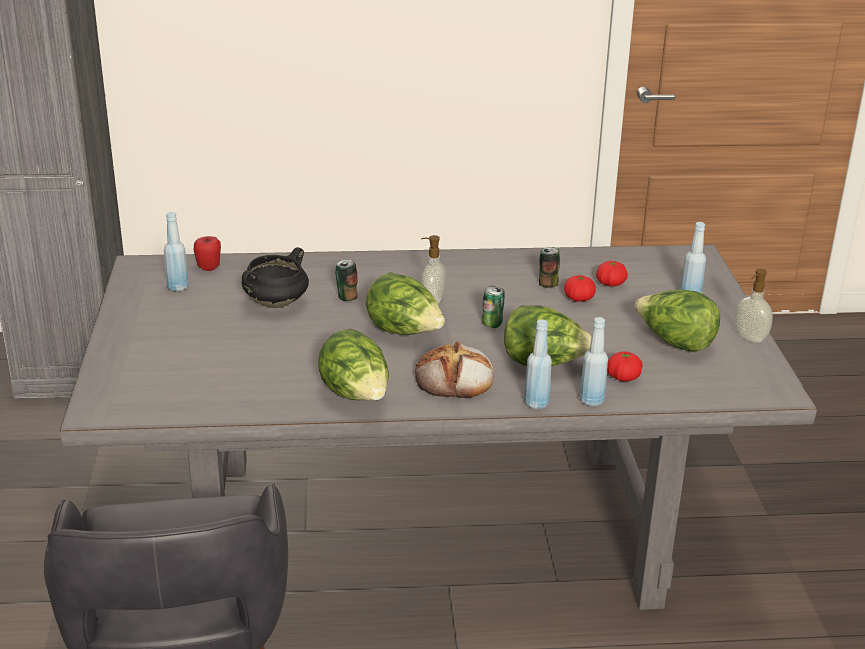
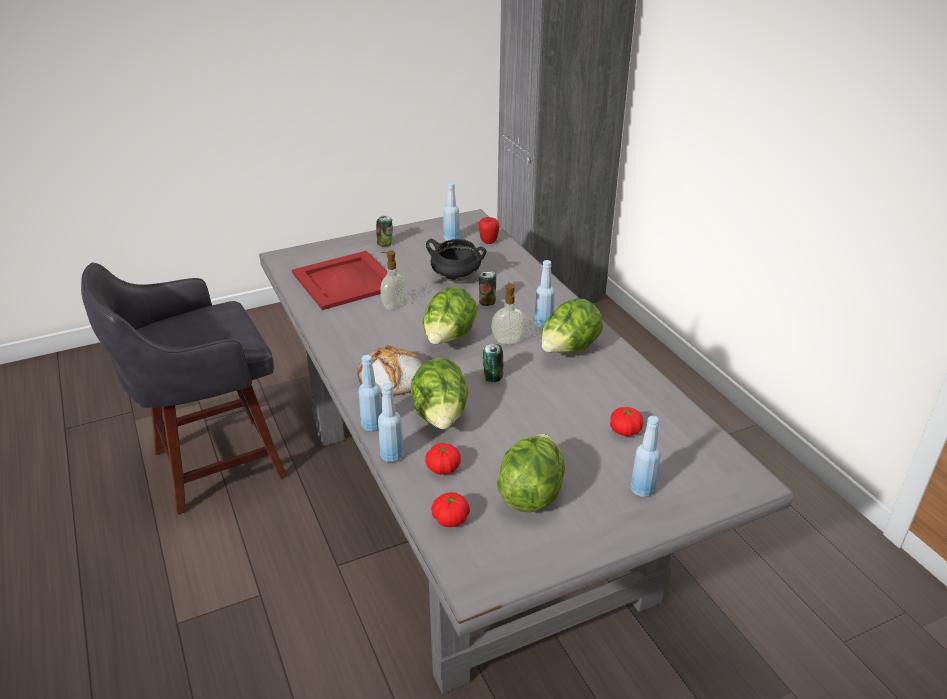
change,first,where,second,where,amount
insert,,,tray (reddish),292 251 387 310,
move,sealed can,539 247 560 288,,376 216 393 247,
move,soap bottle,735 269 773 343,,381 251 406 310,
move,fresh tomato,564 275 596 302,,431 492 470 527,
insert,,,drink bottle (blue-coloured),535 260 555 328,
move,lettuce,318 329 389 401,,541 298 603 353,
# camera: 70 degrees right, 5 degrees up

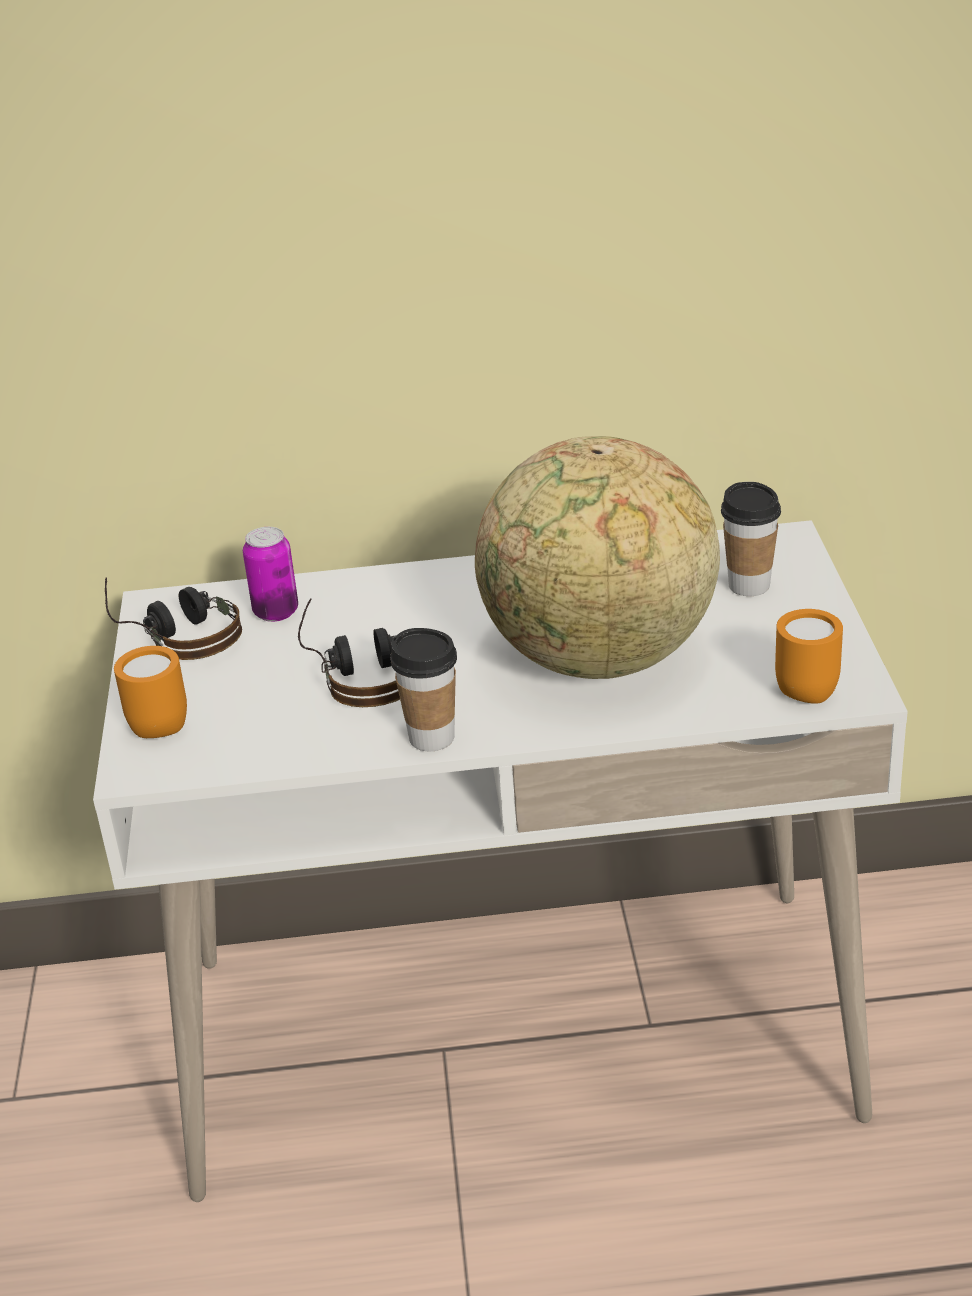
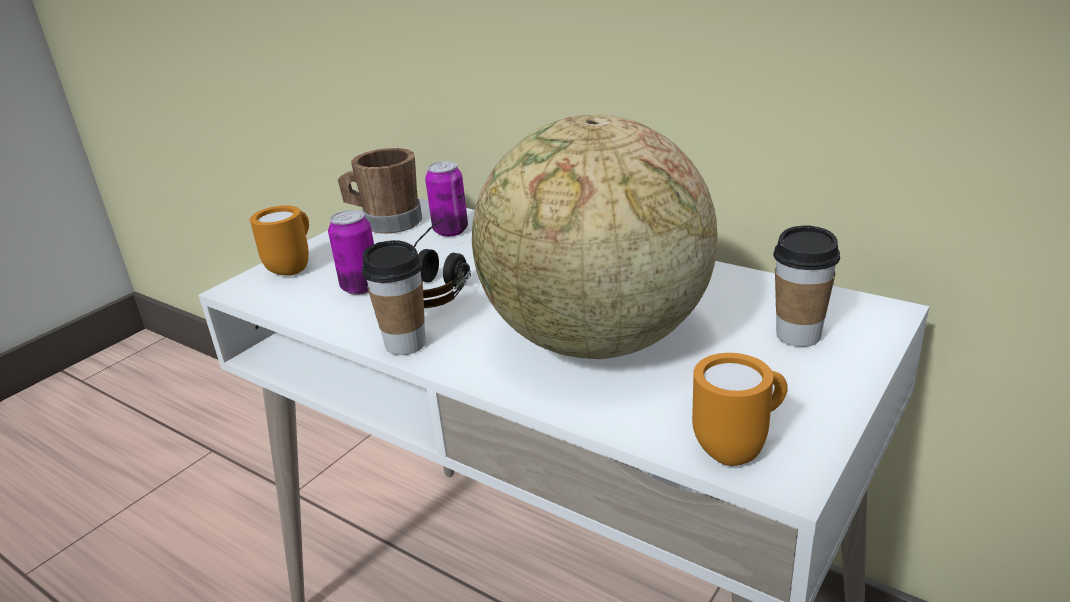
change,first,where,second,where,amount
insert,,,sealed can,328 210 374 295,
replace,pair of headphones,105 578 242 660,mug (brownish),338 148 422 234,
# camera: 40 degrees right, 5 degrees down

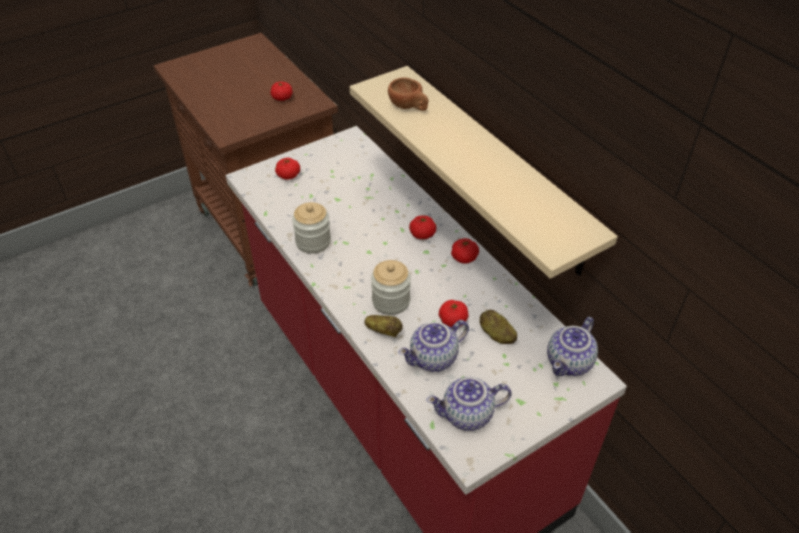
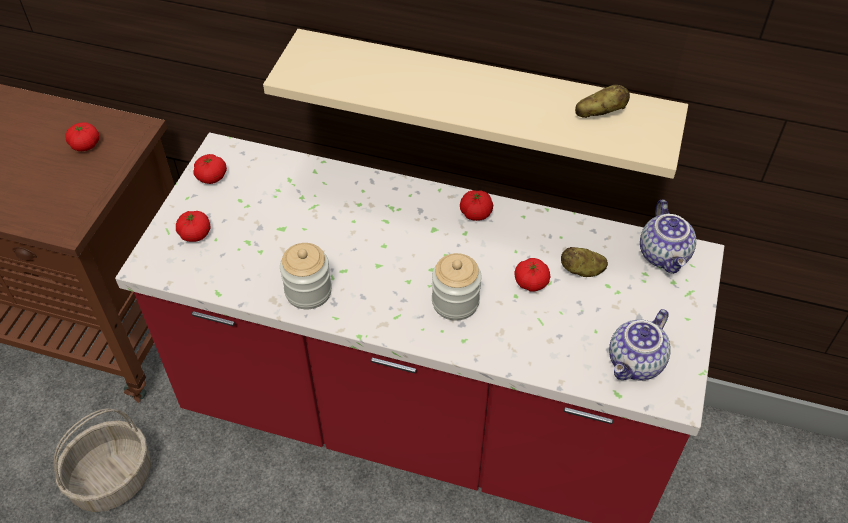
change,first,where,second,where,amount
insert,,,storage basket,54 408 151 512,
move,fresh tomato,409 215 436 239,,193 154 227 184,
move,potato,365 315 403 337,,575 85 630 118,
delete,drinking cup (brownish),388 78 428 111,,,
delete,tea pot,398 320 469 372,,,
# camera: 40 degrees left, 5 degrees up

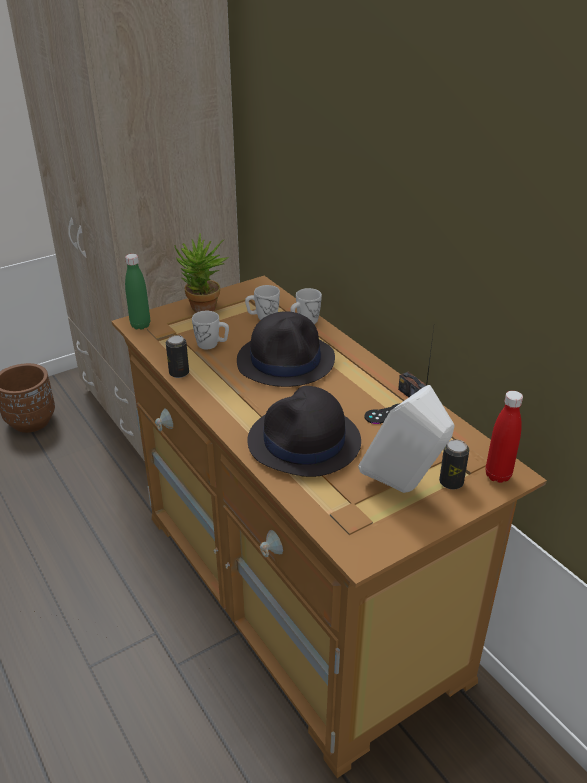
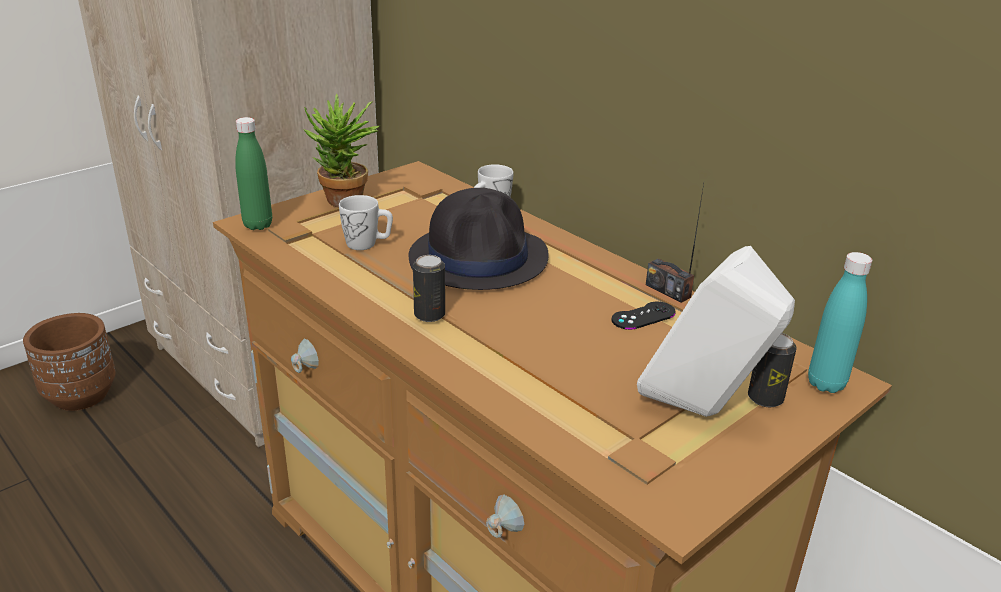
change,first,where,second,where,amount
move,sealed can,166 335 189 378,,413 255 445 322,
recolor,drink bottle (reddish),485 391 523 483,drink bottle (turquoise),808 252 872 393,
delete,mug (white-coloured),245 285 280 320,,,
delete,hat (black-coloured),247 386 361 477,,,
# camera: 10 degrees left, 5 degrees down

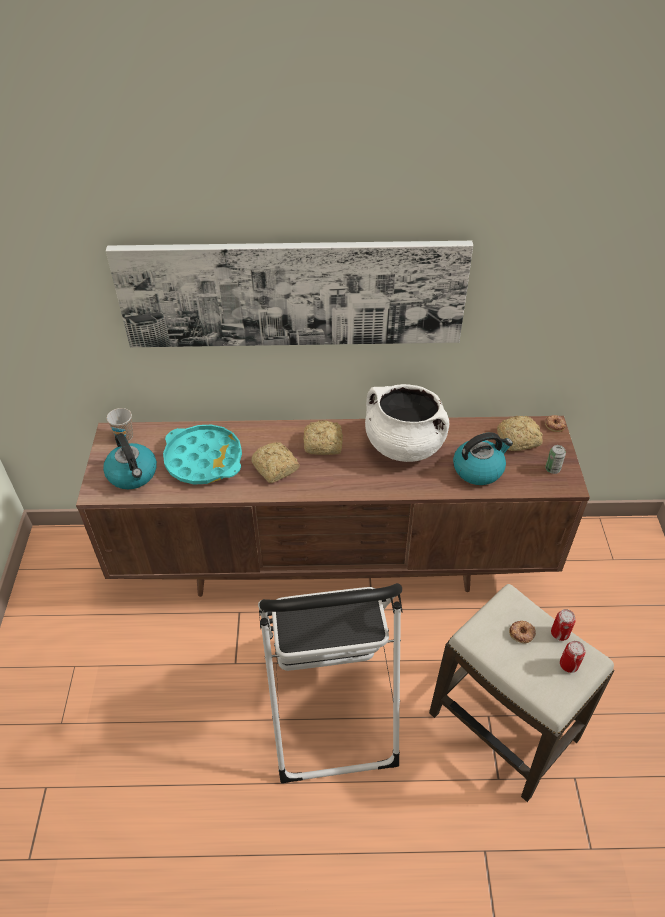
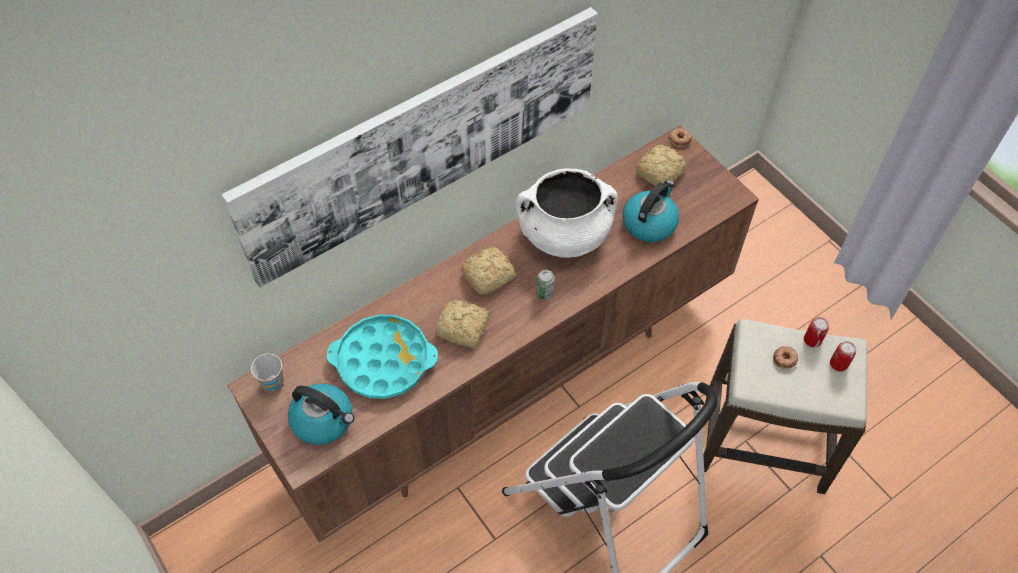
change,first,where,second,where,amount
move,sealed can,545 445 566 474,,536 270 555 300,
# camera: 35 degrees left, 10 degrees up

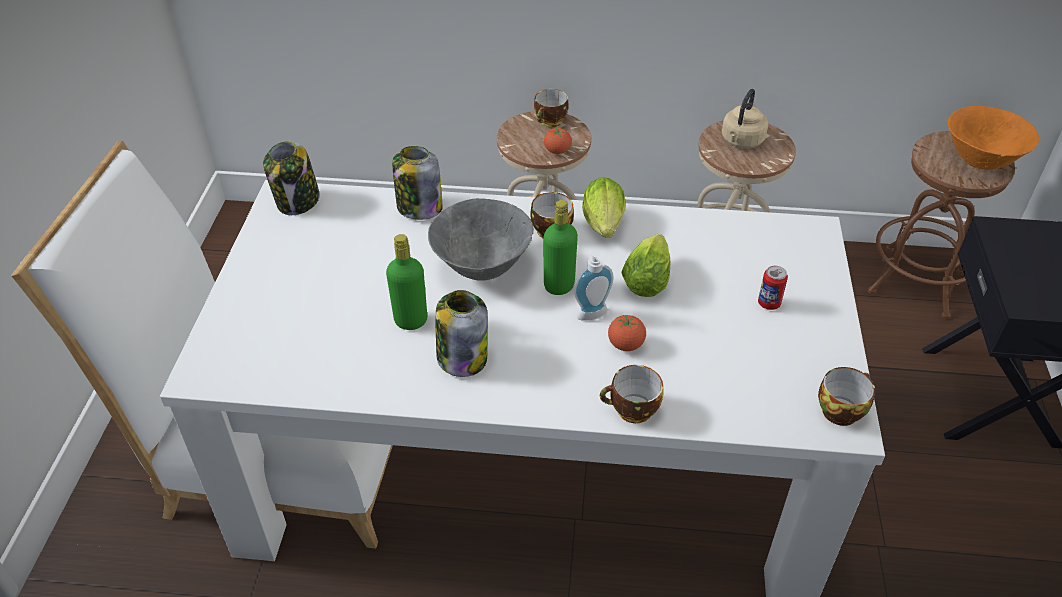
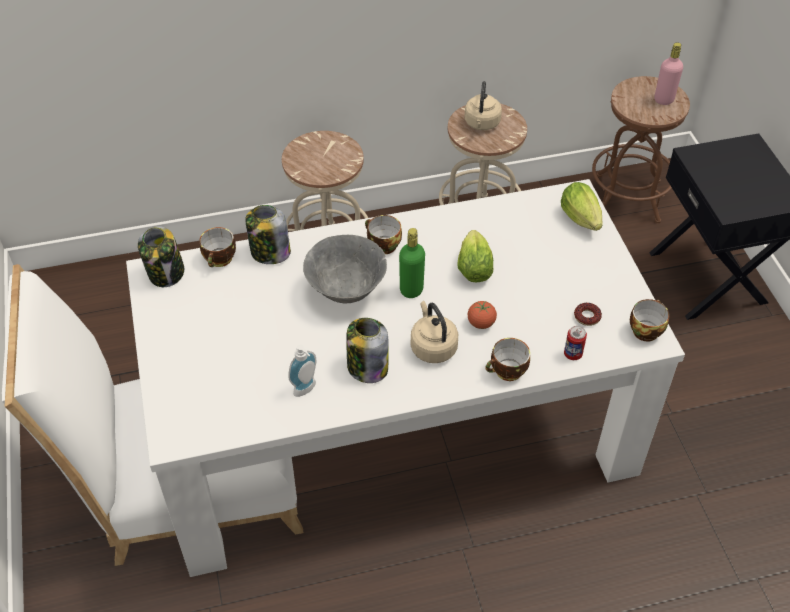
change,first,where,second,where,amount
move,drinking cup,534 89 569 127,,199 227 236 267,
move,soap bottle,574 252 614 321,,288 344 316 397,
insert,,,water kettle (sand-coloured),411 301 458 363,
move,lettuce,582 177 626 238,,561 182 602 231,
move,sealed can,758 266 788 310,,564 326 587 360,
insert,,,ring doughnut,574 303 602 326,
replace,serving bowl (orange-coloured),948 106 1039 170,drink bottle (pink-coloured),654 43 683 105,
delete,drink bottle (green),386 234 427 330,,,
delete,fresh tomato,544 128 572 154,,,
# camera: 20 degrees left, 5 degrees up

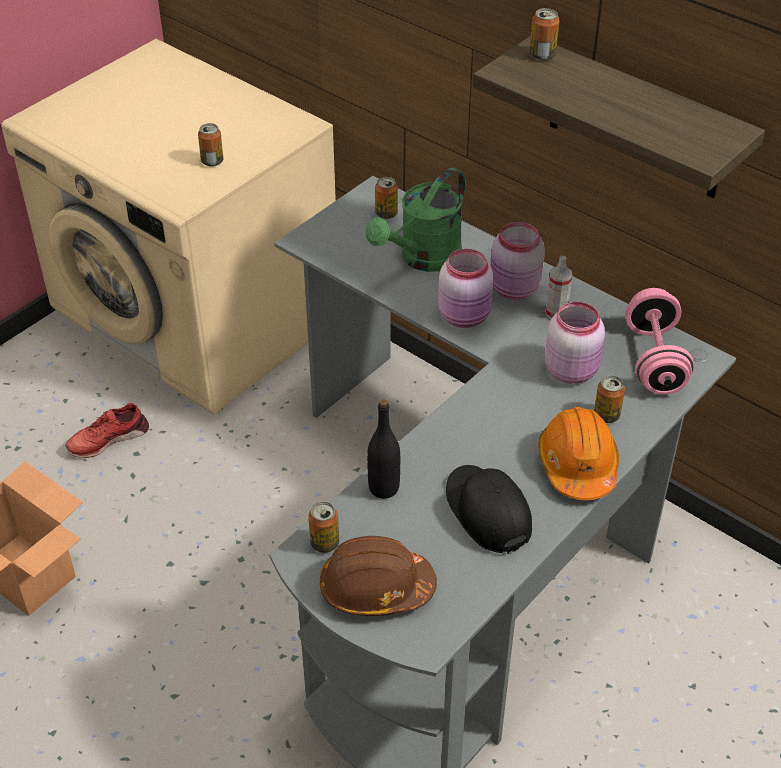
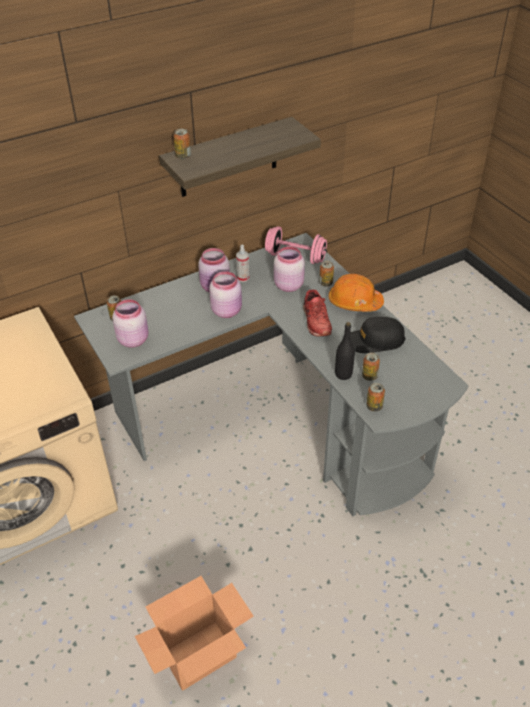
change,first,where,second,where,amount
insert,,,preserve jar (pink-coloured),112 299 149 347,
move,item of footwear (reddish),65 403 149 458,,303 289 332 336,
move,sealed can,198 123 223 166,,362 352 380 381,
delete,work helmet (brownish),320 536 437 616,,,
delete,sprinkling can (green),366 168 465 272,,,
# camera: 70 degrees left, 0 degrees up

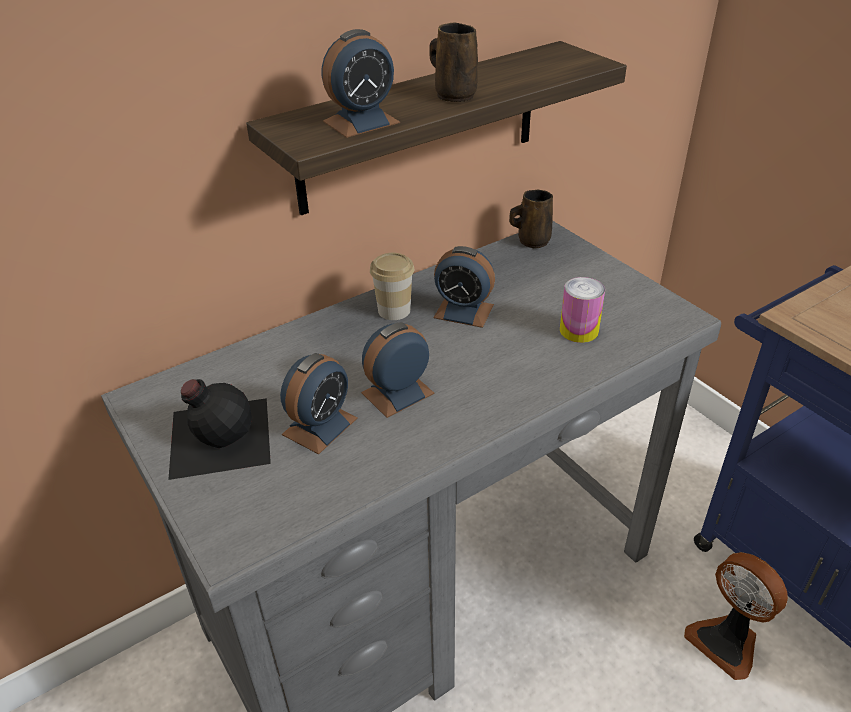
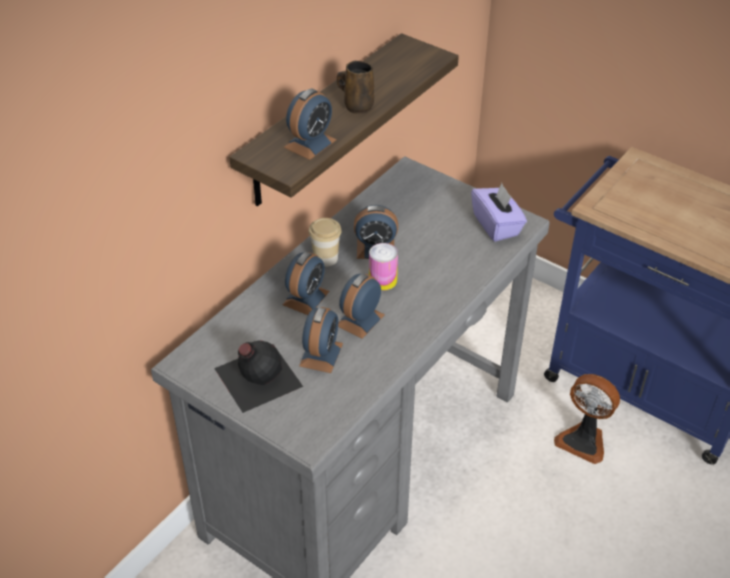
change,first,where,second,where,amount
insert,,,table clock,282 252 329 315,
move,sealed can,560 277 605 343,,369 243 398 290,
insert,,,tissue box (purplish),471 183 527 242,
delete,mug (brownish),509 190 553 249,,,
# camera: 20 degrees left, 5 degrees up

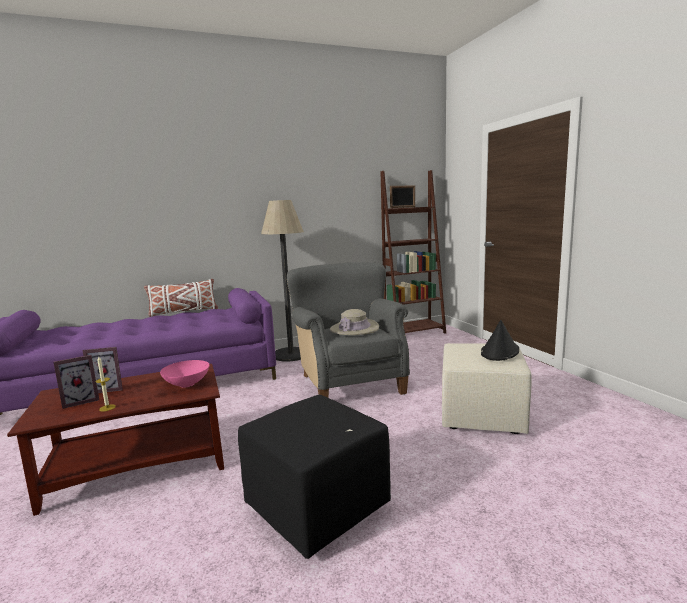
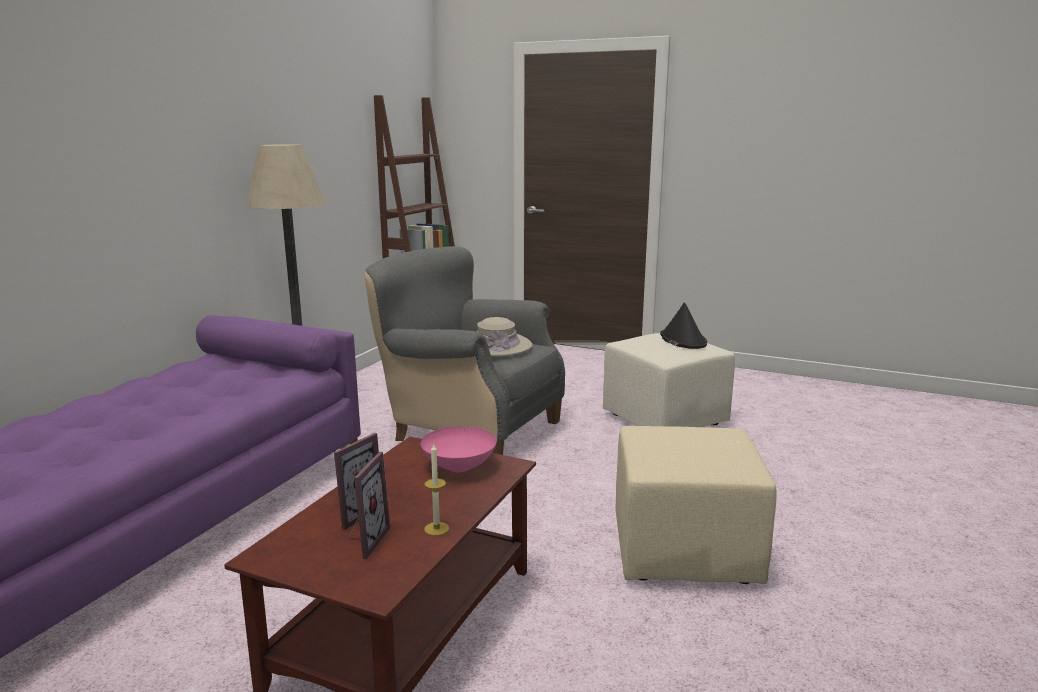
change,first,where,second,where,amount
recolor,pouffe (black-coloured),238 395 391 559,pouffe (sand-coloured),615 426 777 584,
delete,throw pillow (white-coloured),144 279 218 317,,,
delete,picture frame,390 185 415 208,,,
# camera: 45 degrees left, 5 degrees up

